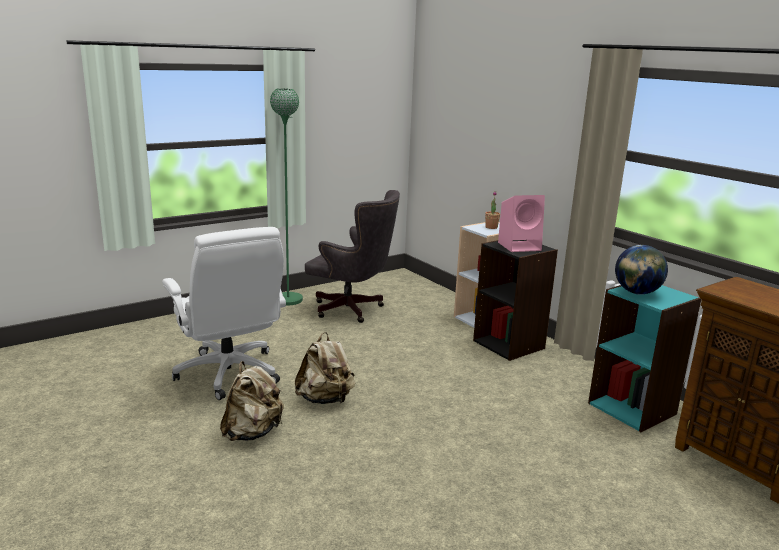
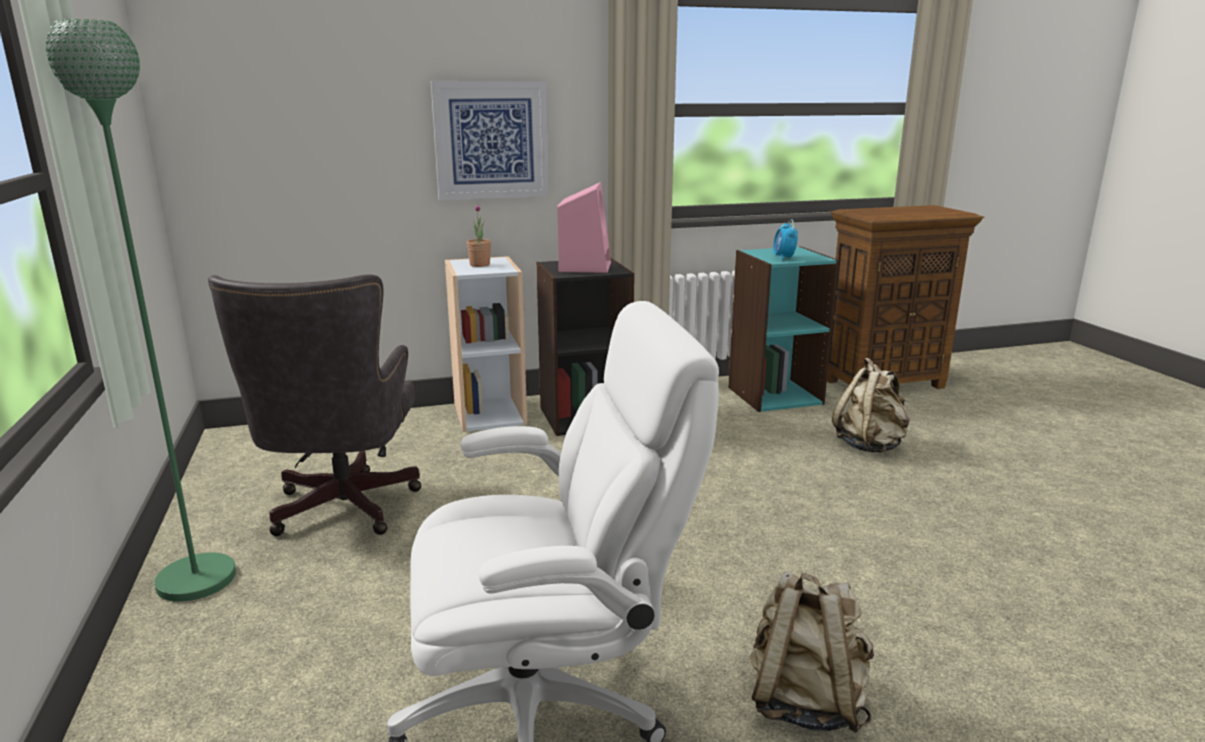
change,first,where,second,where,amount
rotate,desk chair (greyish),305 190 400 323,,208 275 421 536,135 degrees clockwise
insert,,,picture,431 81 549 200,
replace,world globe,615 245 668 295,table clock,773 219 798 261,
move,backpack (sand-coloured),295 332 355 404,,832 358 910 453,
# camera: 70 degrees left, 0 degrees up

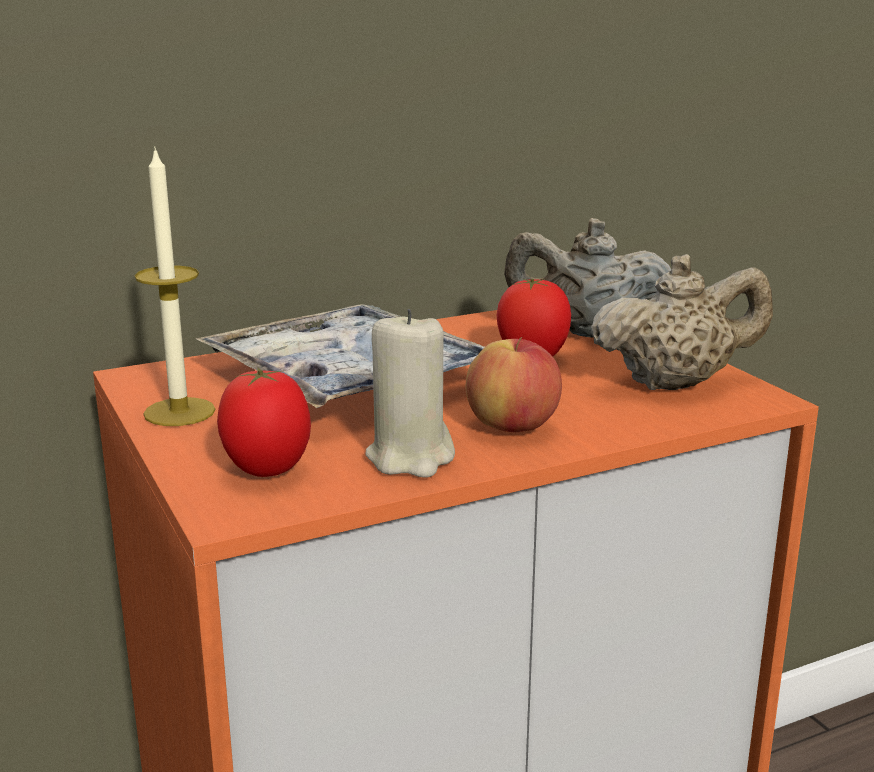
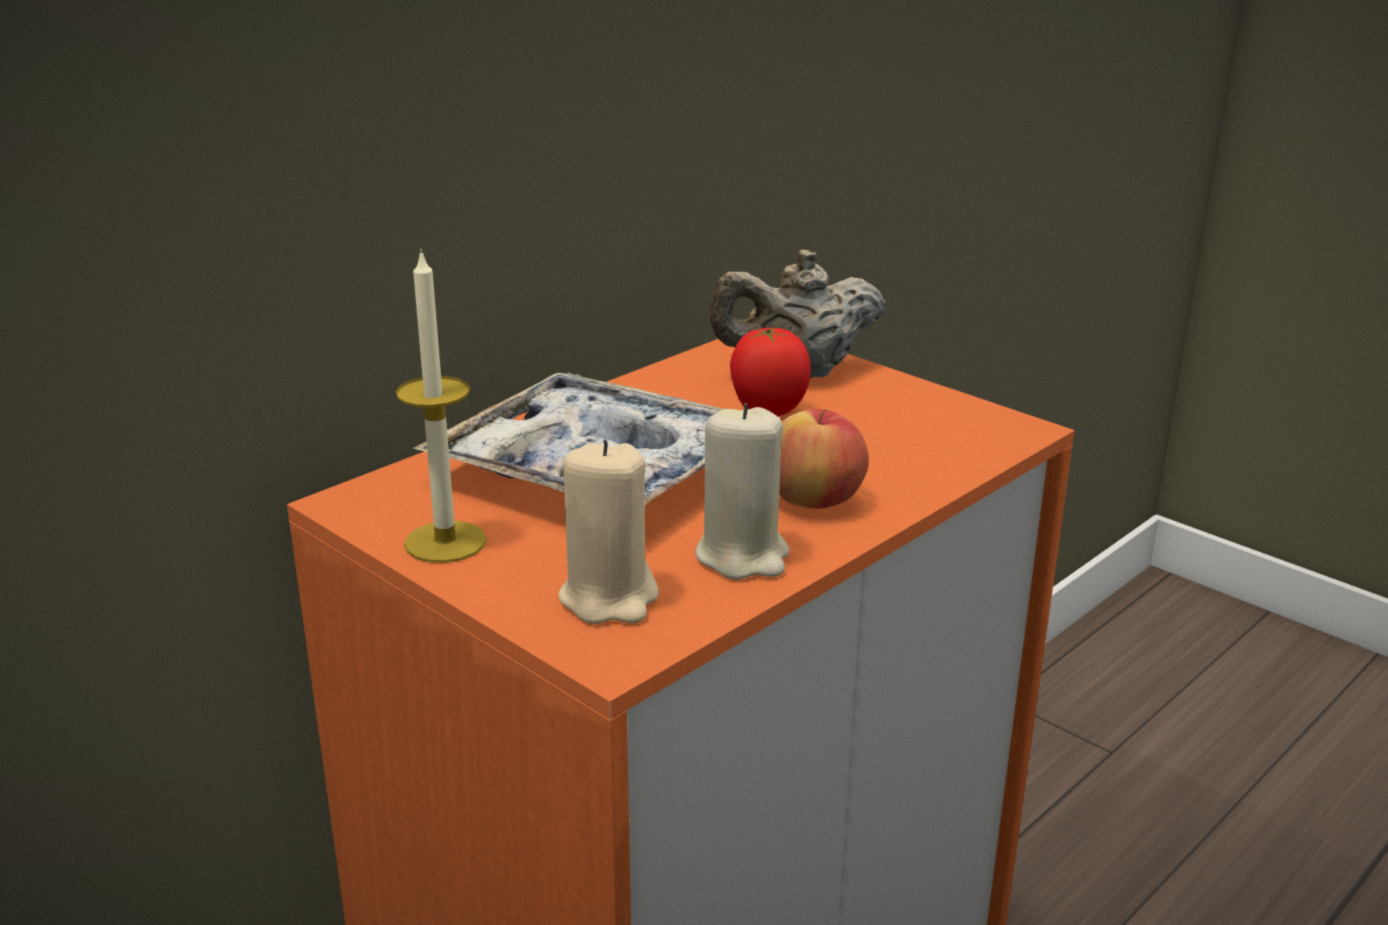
change,first,where,second,where,amount
replace,fresh tomato,217 368 311 477,candle (sand-coloured),558 439 659 624,
delete,tea pot (sand-coloured),591 254 773 390,,,
# camera: 20 degrees left, 5 degrees up

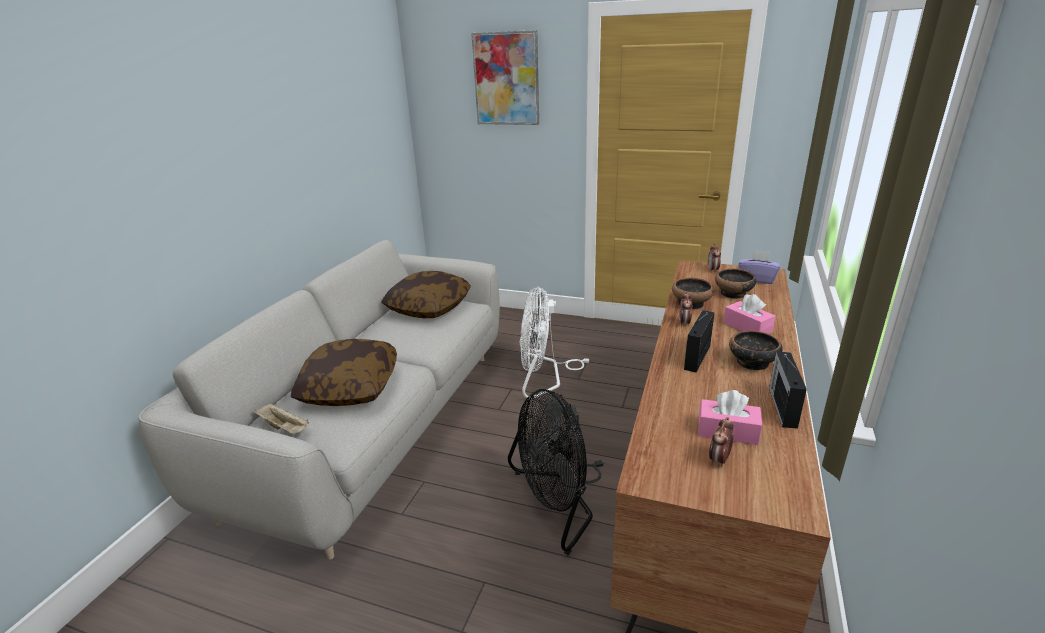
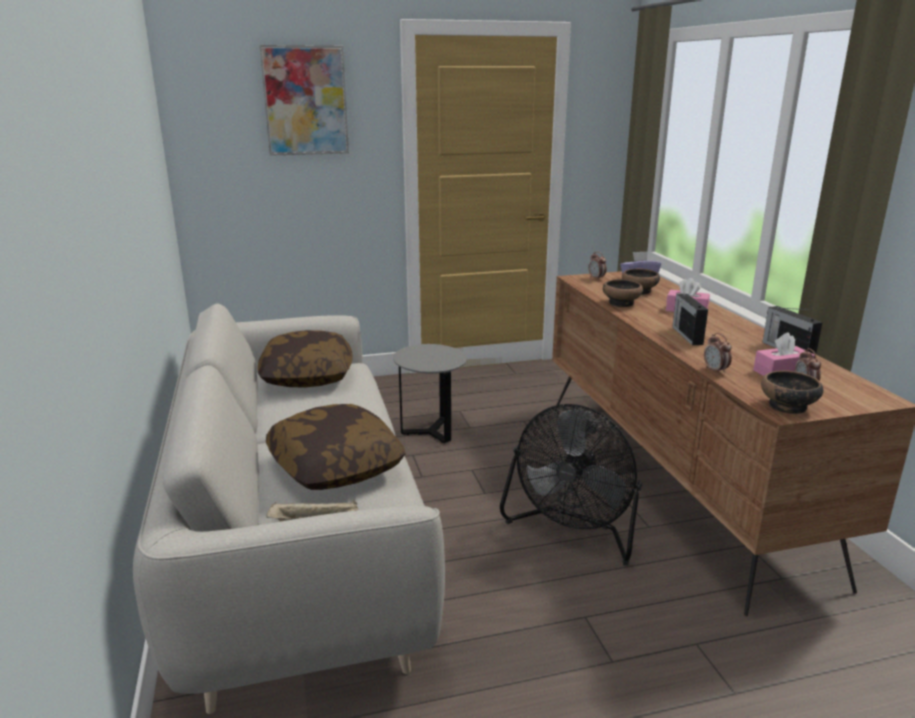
change,first,where,second,where,amount
replace,cooling fan (white-coloured),520 287 591 401,end table (greyish),393 344 467 443,
move,table clock,679 292 692 327,,704 333 732 375,
move,serving bowl,729 331 783 370,,761 371 823 414,
# camera: 35 degrees left, 5 degrees down

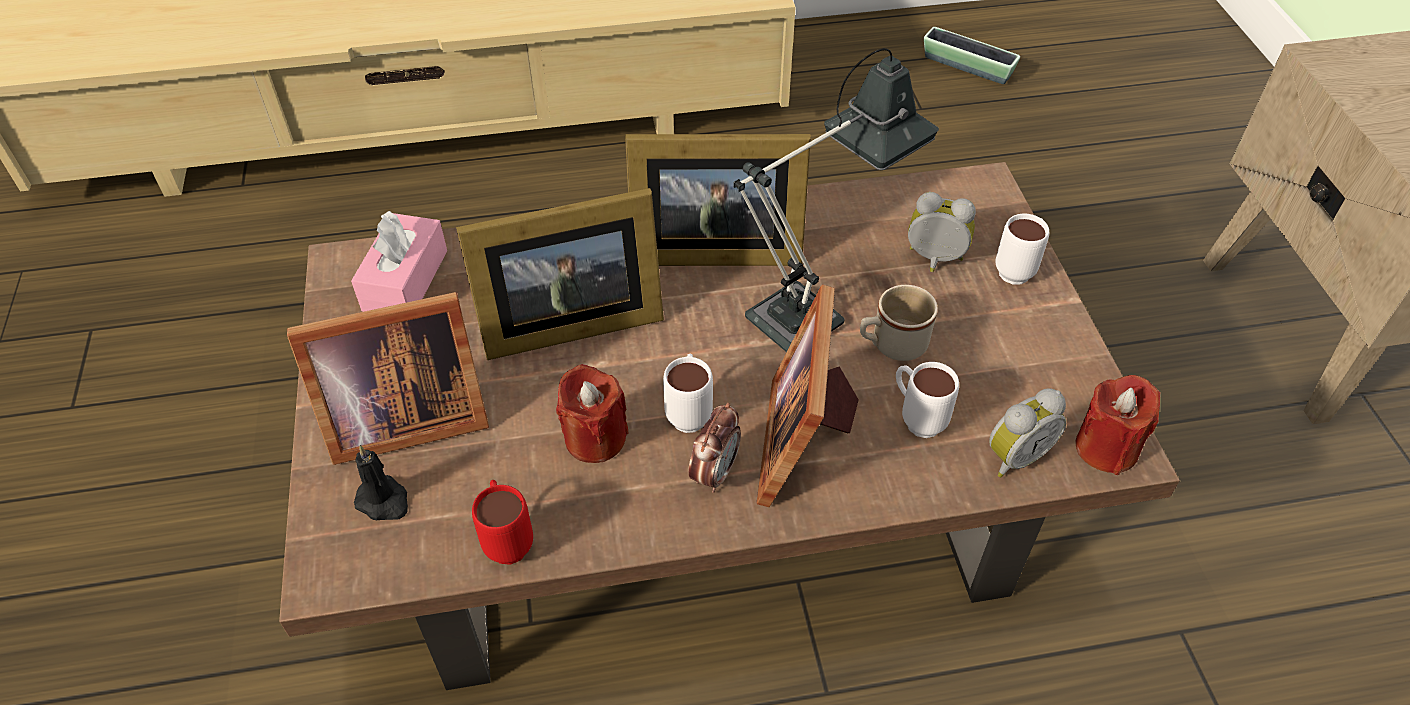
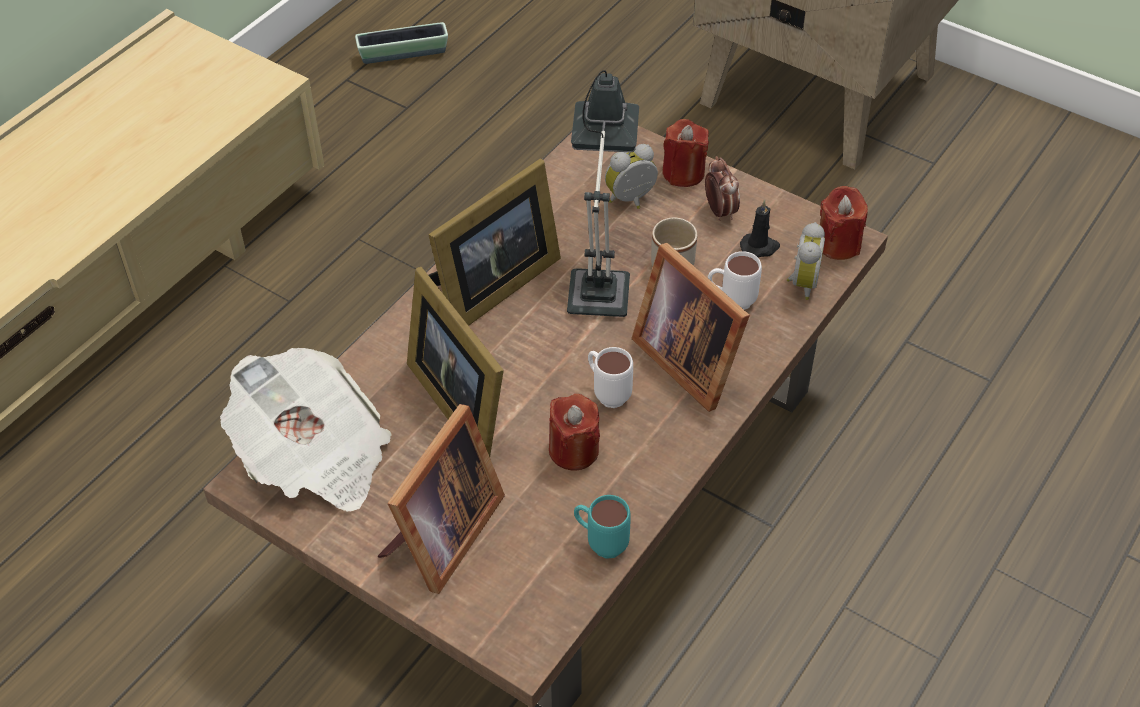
change,first,where,second,where,amount
replace,tissue box (pink-coloured),351 211 447 312,printed paper,220 348 392 512,
rotate,picture frame,456 188 664 360,,407 267 504 457,120 degrees clockwise
recolor,mug (reddish),472 480 533 565,mug (turquoise),574 495 631 559,
replace,mug (white-coloured),996 213 1049 285,candle (reddish),662 119 709 187,
move,table clock,688 403 741 493,,705 156 740 221,
move,candle (black-coloured),354 445 408 520,,740 200 780 257,
# camera: 45 degrees left, 0 degrees up

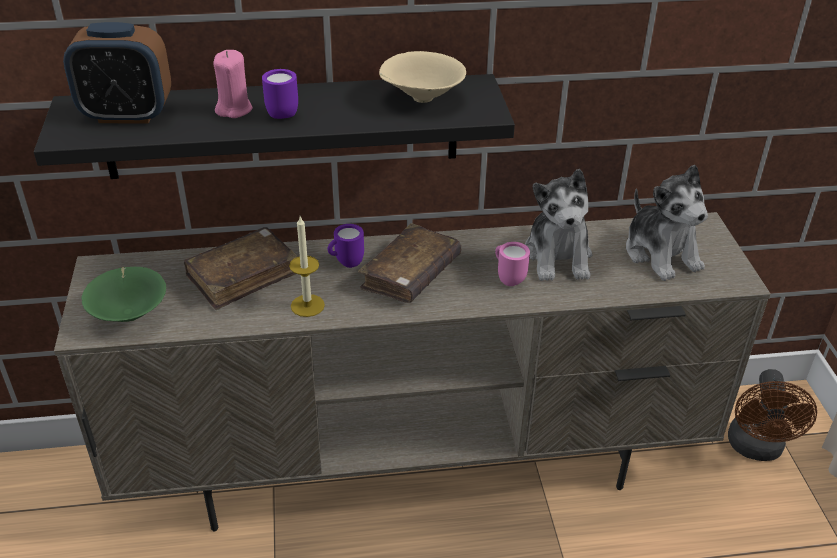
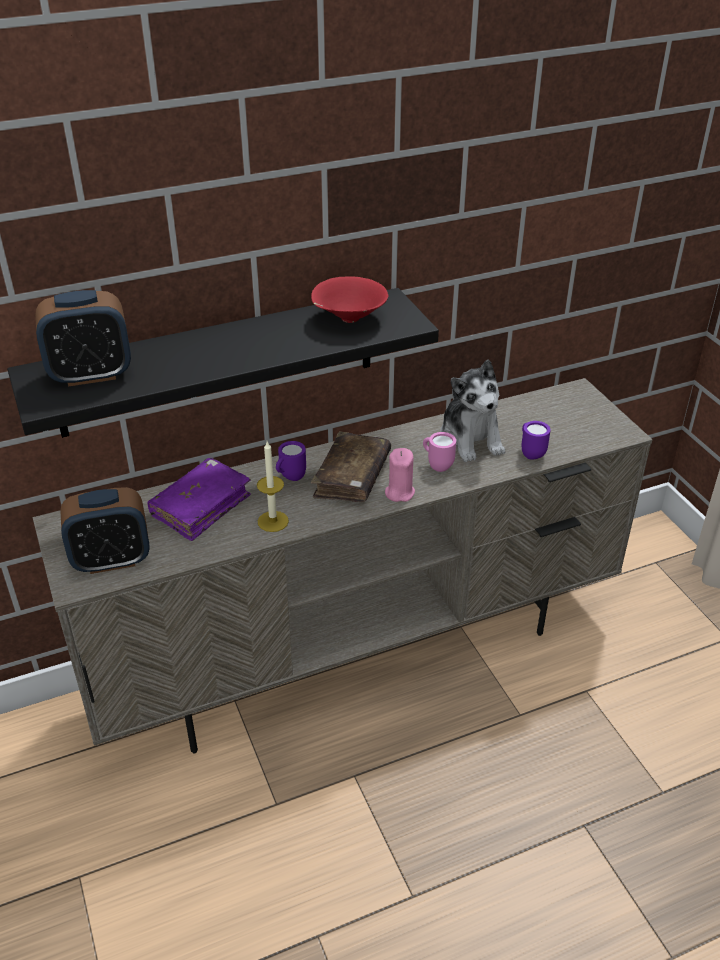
change,first,where,second,where,amount
replace,serving bowl (green),81 267 166 322,table clock,60 487 150 574,
recolor,book (brownish),184 227 298 310,book (purplish),148 458 251 541,
recolor,serving bowl (sand-coloured),379 51 466 103,serving bowl (reddish),311 276 388 323,
move,candle (pink-coloured),213 50 253 118,,385 448 415 502,
move,mug (purplish),262 69 298 119,,522 421 551 460,
delete,plush toy,626 165 708 281,,,
delete,cooling fan (brownish),728 369 817 461,,,
# camera: 15 degrees left, 0 degrees up

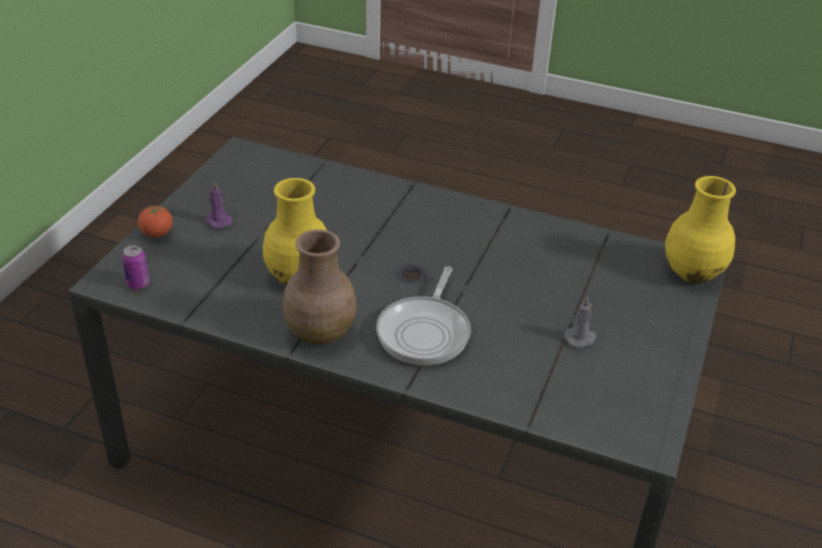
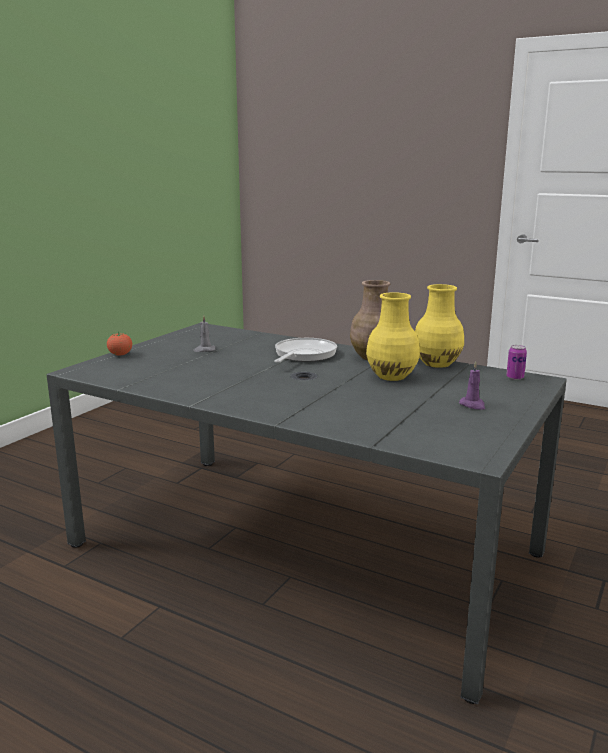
change,first,where,second,where,amount
move,fresh tomato,138 205 173 237,,107 332 132 355,
move,flower vase (yellowish),665 176 736 283,,415 284 464 368,
# camera: 170 degrees left, 20 degrees down

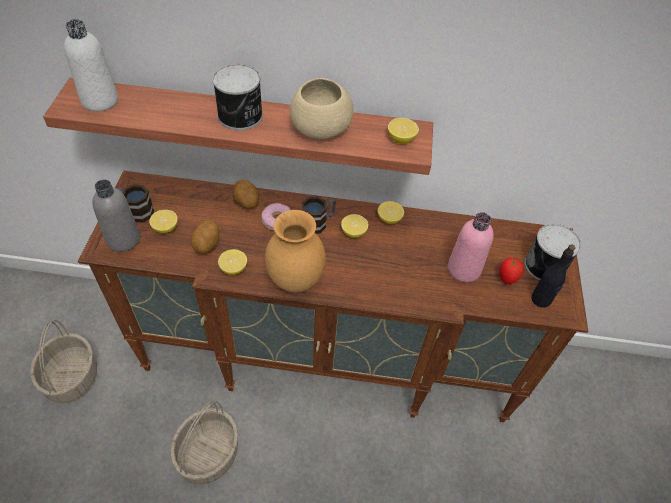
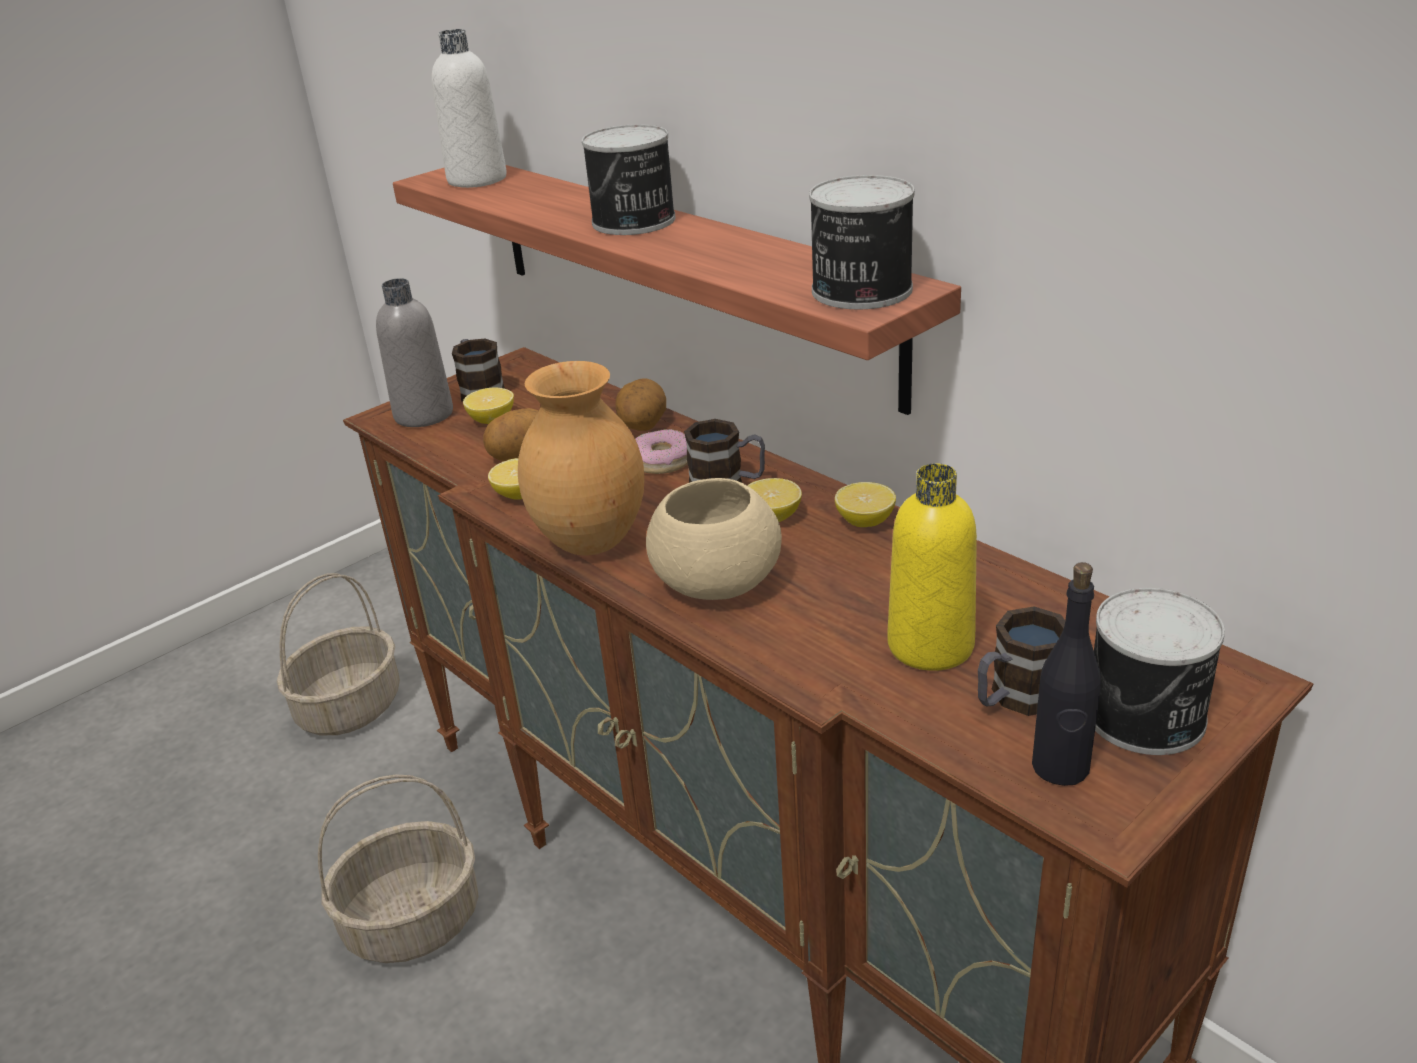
change,first,where,second,where,amount
move,serving bowl (sand-coloured),290 78 353 139,,646 478 782 600,
replace,whole lemon,388 118 419 144,sealed can,809 175 915 309,
recolor,drink bottle (pink-coloured),448 212 494 283,drink bottle (yellowish),887 463 977 671,
replace,fresh tomato,499 258 524 284,mug,978 606 1065 716,
# camera: 45 degrees right, 20 degrees down

